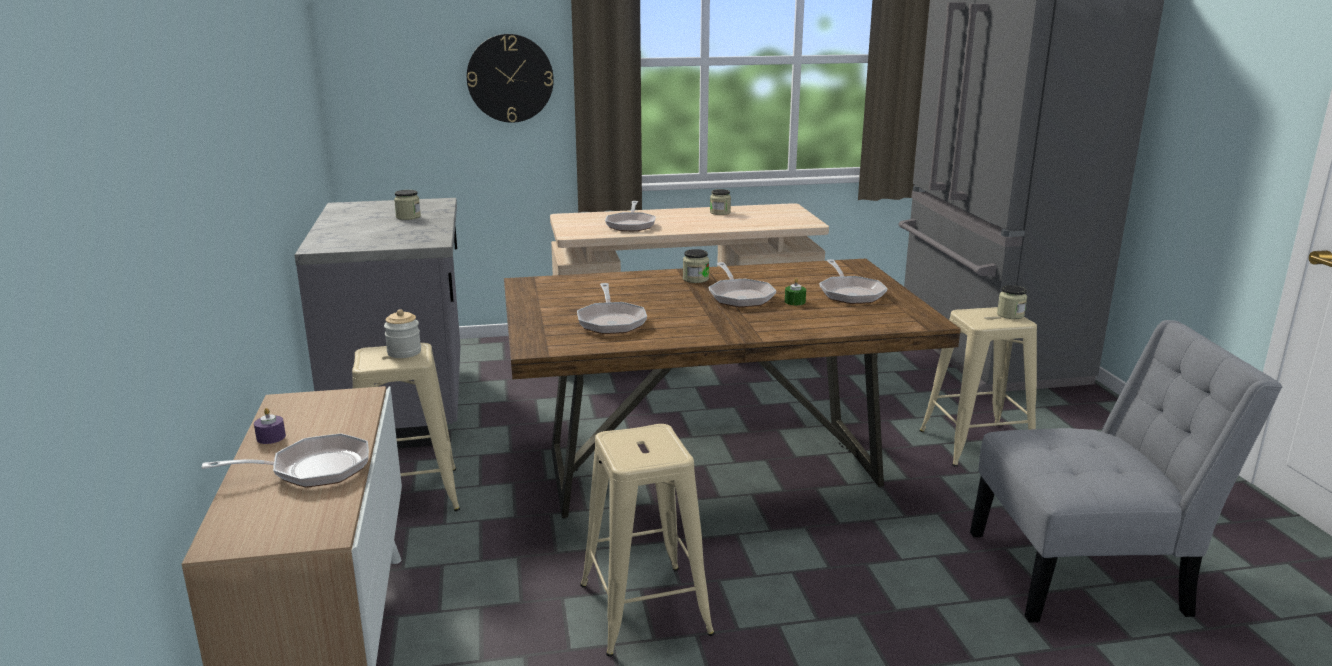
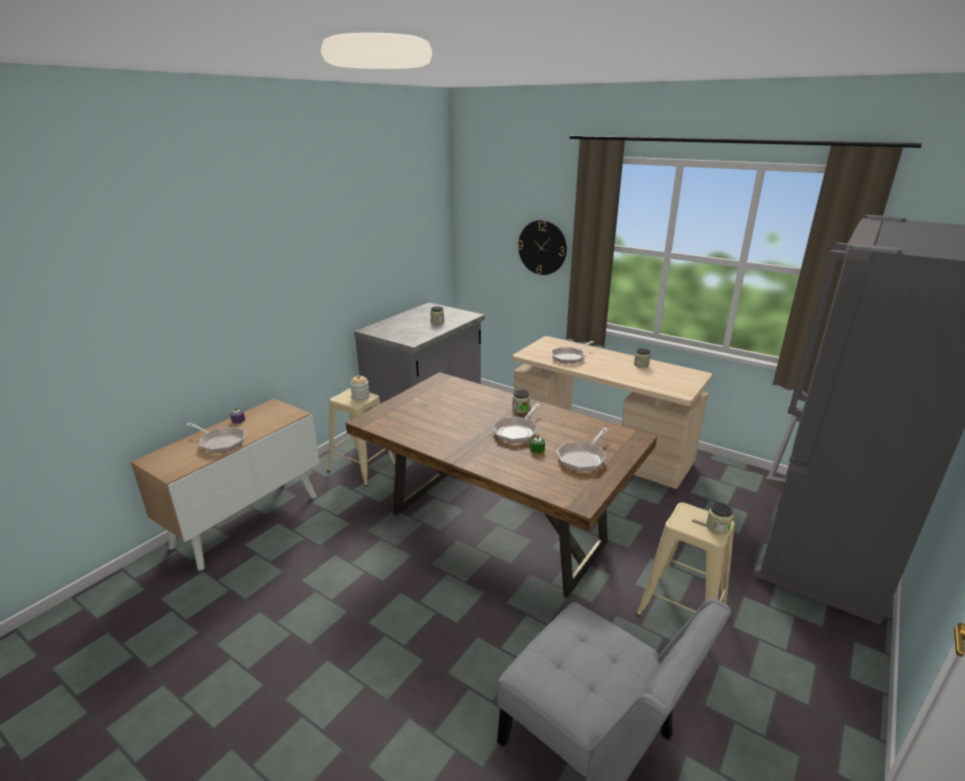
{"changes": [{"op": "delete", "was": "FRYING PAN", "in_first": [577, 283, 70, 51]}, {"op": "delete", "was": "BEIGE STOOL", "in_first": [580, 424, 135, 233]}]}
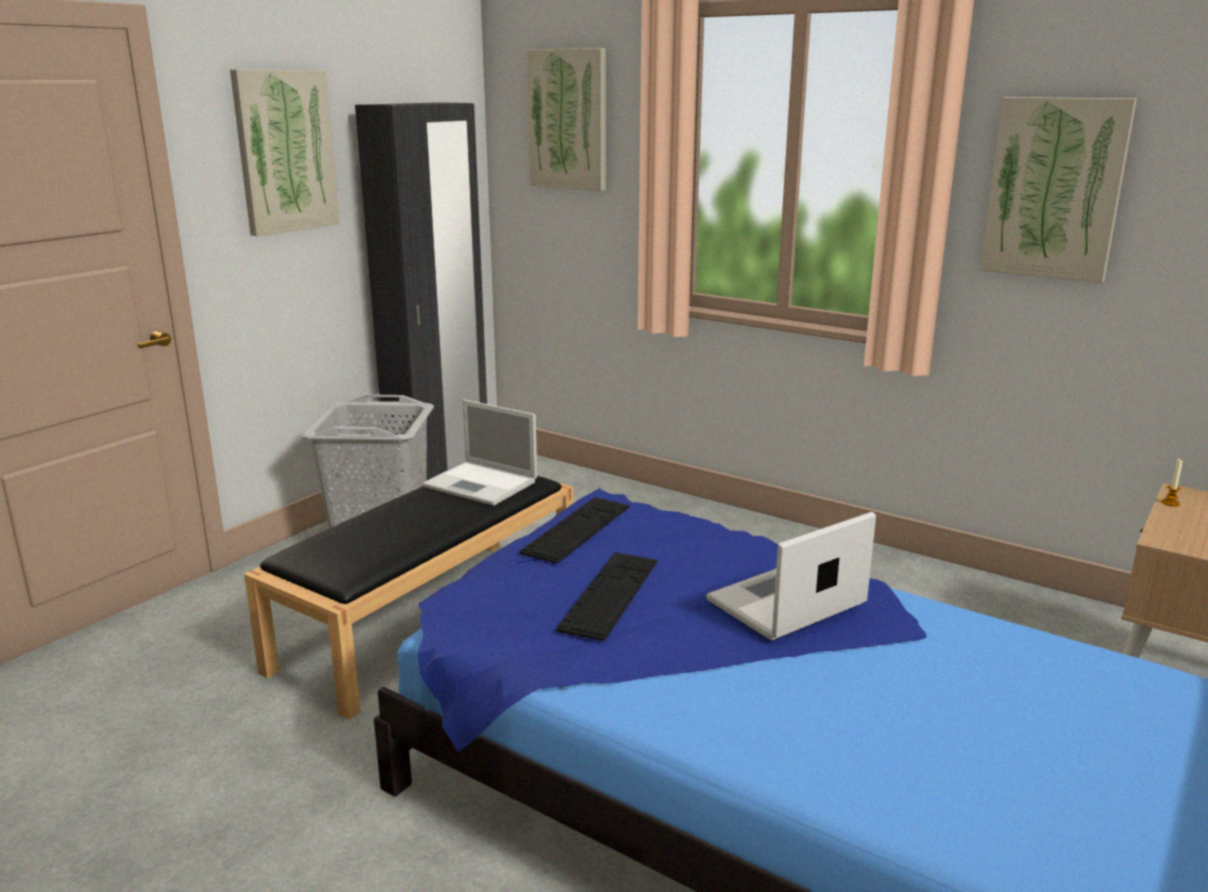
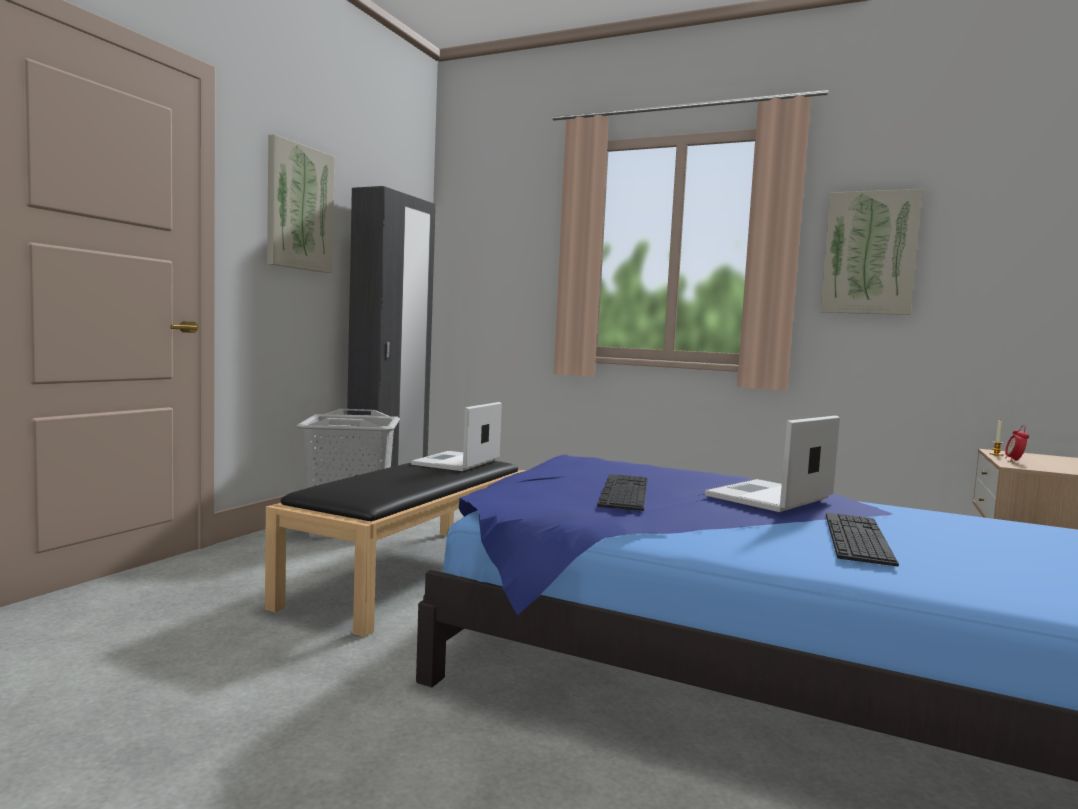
{"changes": [{"op": "delete", "was": "PICTURE", "in_first": [526, 48, 80, 143]}, {"op": "rotate", "was": "LAPTOP", "in_first": [422, 399, 115, 107], "in_second": [411, 402, 91, 69], "clockwise": 90}, {"op": "move", "was": "KEYBOARD", "in_first": [520, 497, 110, 66], "in_second": [826, 513, 73, 53]}, {"op": "insert", "now": "ALARM CLOCK", "in_second": [1005, 425, 24, 36]}]}
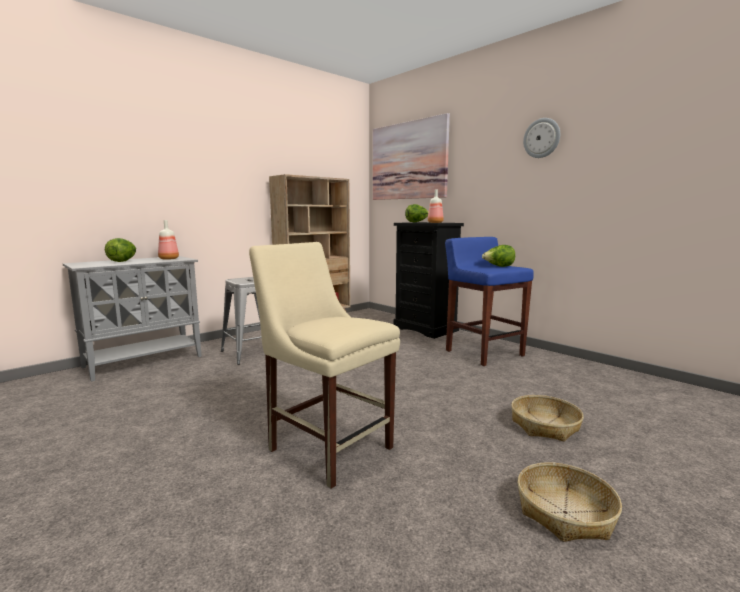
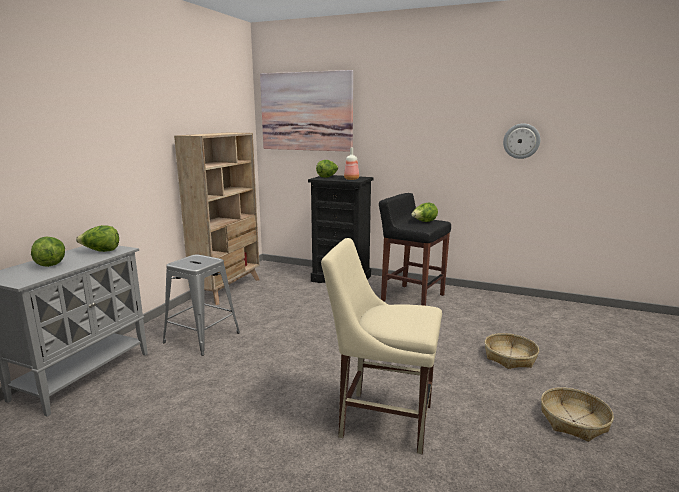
{"changes": [{"op": "move", "was": "WALL CLOCK", "in_first": [523, 118, 37, 40], "in_second": [503, 123, 37, 36]}, {"op": "replace", "was": "BOTTLE", "now": "LETTUCE", "in_first": [158, 220, 21, 40], "in_second": [76, 225, 43, 27]}, {"op": "recolor", "was": "BLUE STOOL", "now": "BLACK STOOL", "in_first": [445, 237, 89, 129], "in_second": [379, 193, 72, 113]}]}
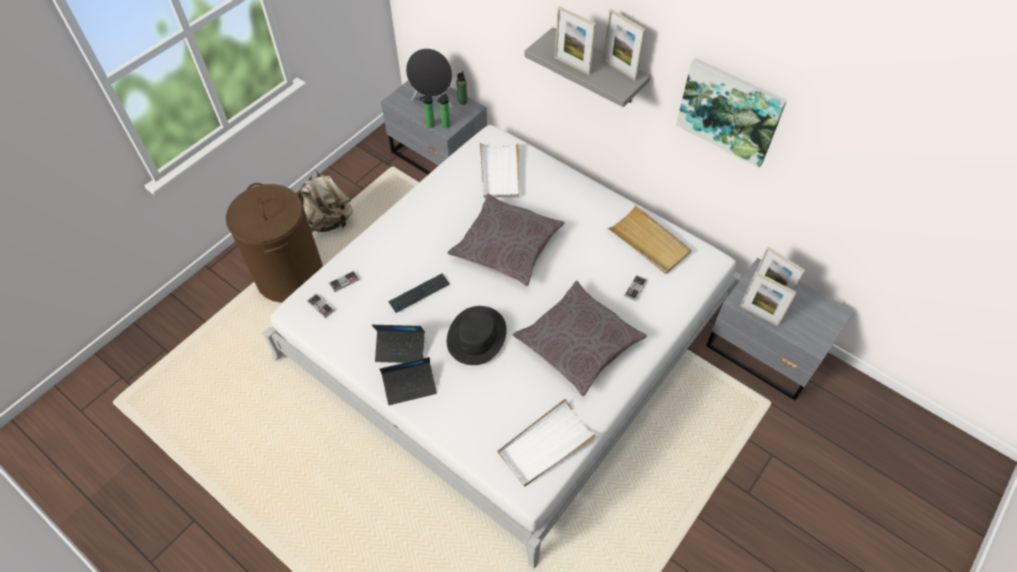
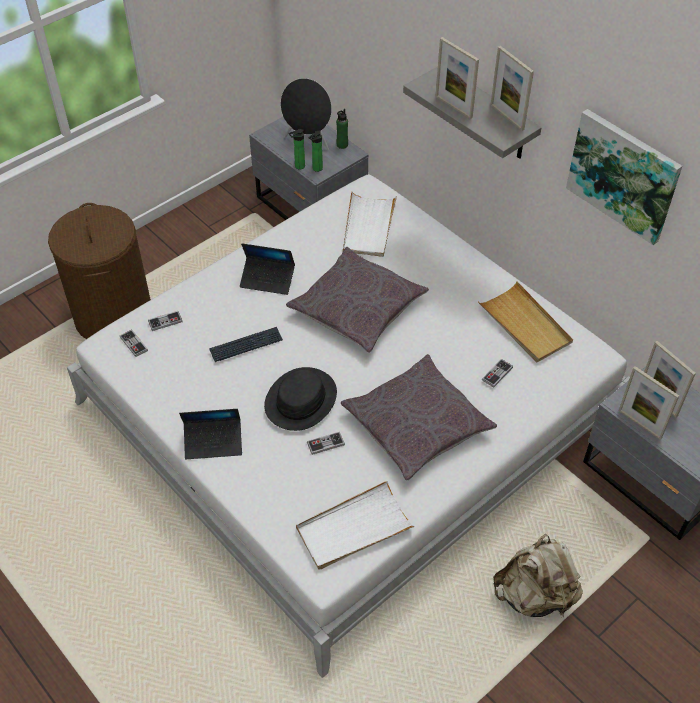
{"changes": [{"op": "move", "was": "BEIGE BACKPACK", "in_first": [299, 169, 54, 63], "in_second": [493, 534, 90, 84]}, {"op": "move", "was": "LAPTOP", "in_first": [372, 325, 53, 38], "in_second": [240, 243, 55, 52]}, {"op": "insert", "now": "GAME CONTROLLER", "in_second": [307, 432, 38, 23]}]}
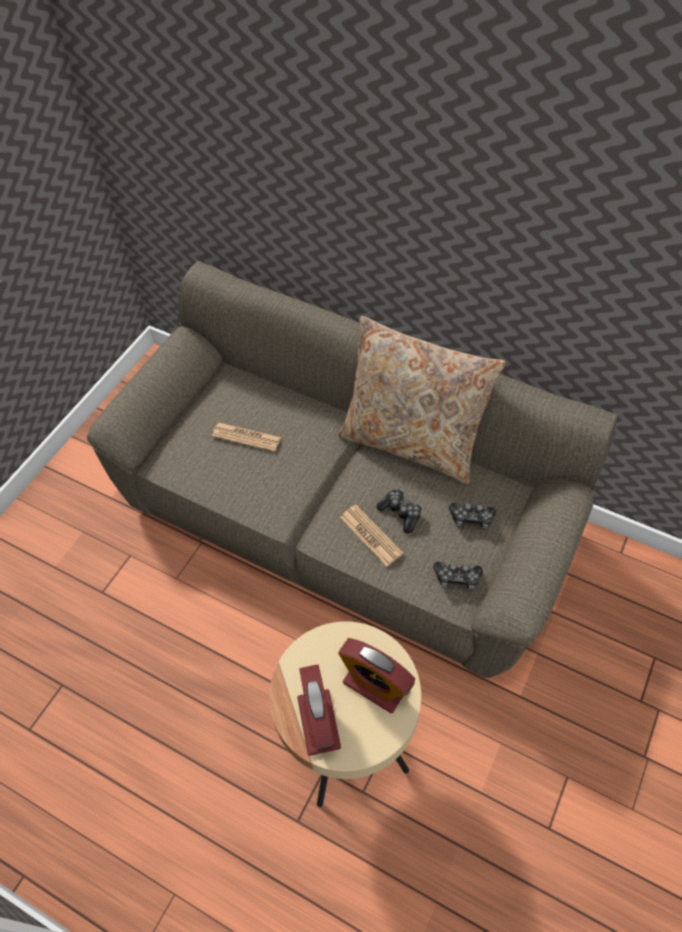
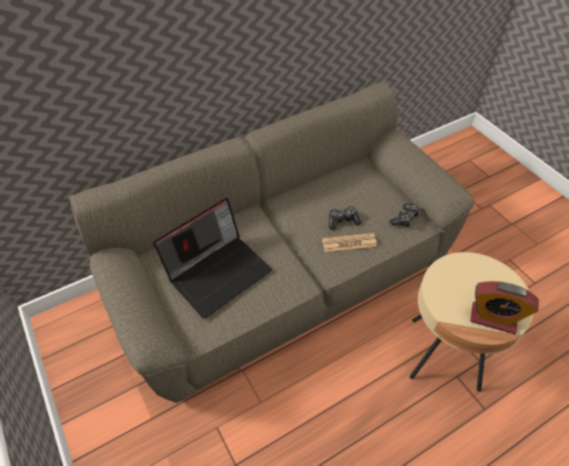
{"changes": [{"op": "delete", "was": "BEIGE PILLOW", "in_first": [338, 316, 168, 168]}, {"op": "replace", "was": "NEWSPAPER", "now": "LAPTOP", "in_first": [212, 423, 69, 29], "in_second": [153, 198, 119, 121]}, {"op": "delete", "was": "GAME CONTROLLER", "in_first": [449, 503, 47, 27]}, {"op": "delete", "was": "ALARM CLOCK", "in_first": [338, 638, 77, 75]}]}
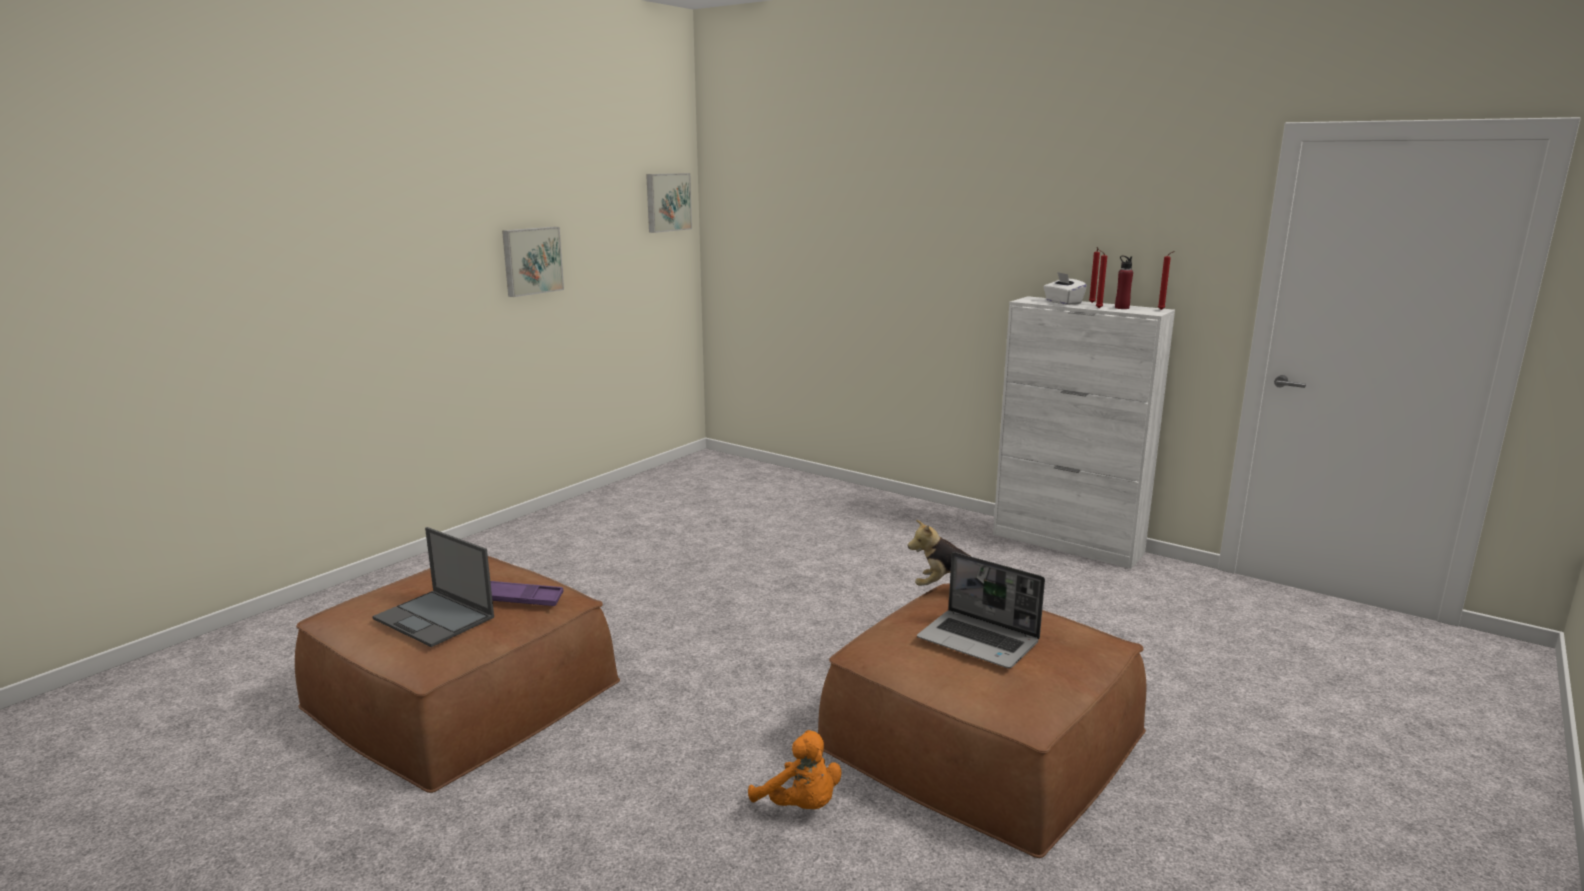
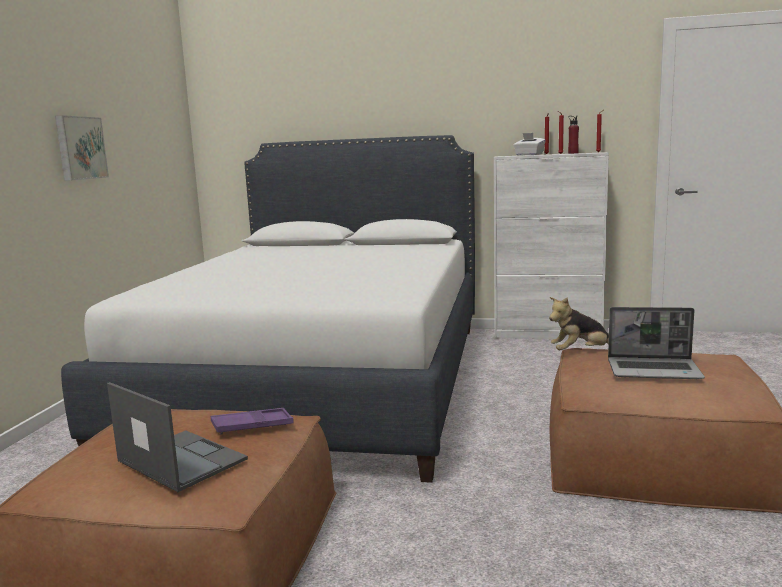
{"changes": [{"op": "delete", "was": "PICTURE", "in_first": [646, 173, 46, 60]}, {"op": "rotate", "was": "LAPTOP", "in_first": [372, 527, 122, 120], "in_second": [107, 382, 141, 110], "clockwise": -150}, {"op": "delete", "was": "ORANGE PLUSH TOY", "in_first": [748, 730, 93, 79]}, {"op": "insert", "now": "WHITE BED", "in_second": [61, 135, 414, 348]}]}
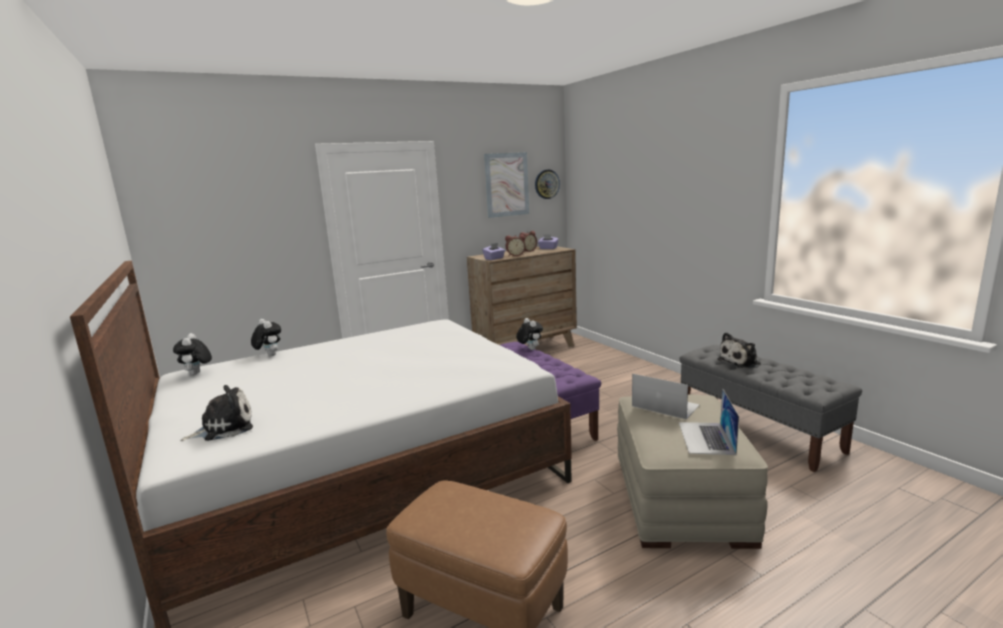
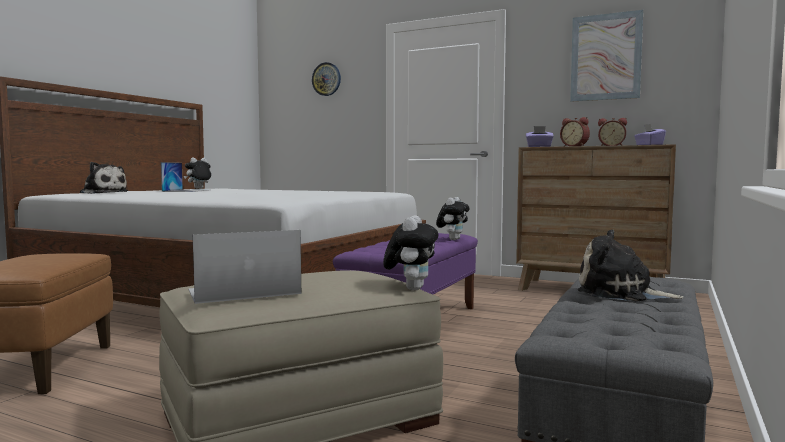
{"changes": [{"op": "move", "was": "WALL CLOCK", "in_first": [535, 170, 25, 29], "in_second": [312, 62, 29, 34]}, {"op": "move", "was": "PLUSH TOY", "in_first": [251, 319, 30, 37], "in_second": [383, 215, 55, 76]}, {"op": "move", "was": "LAPTOP", "in_first": [632, 374, 68, 46], "in_second": [161, 162, 47, 30]}]}
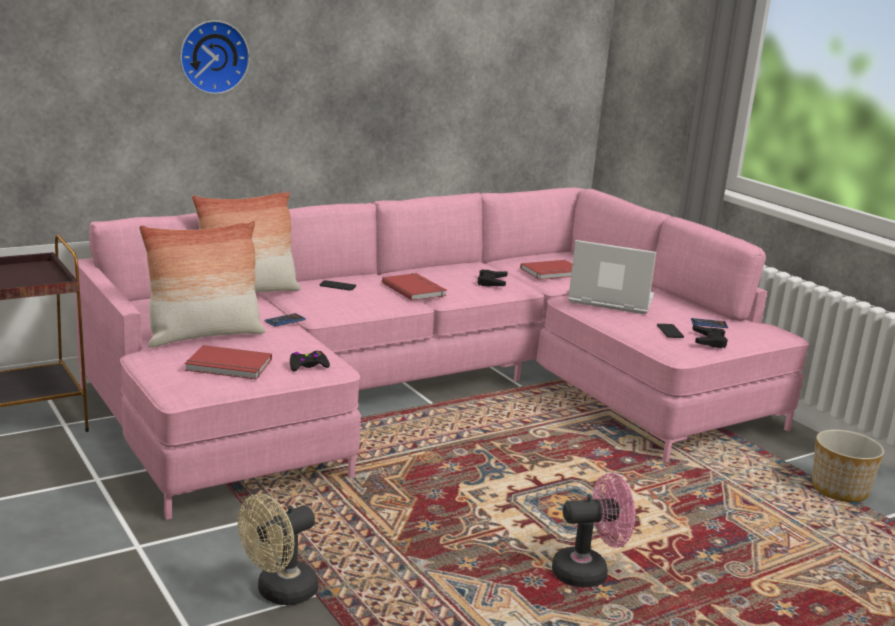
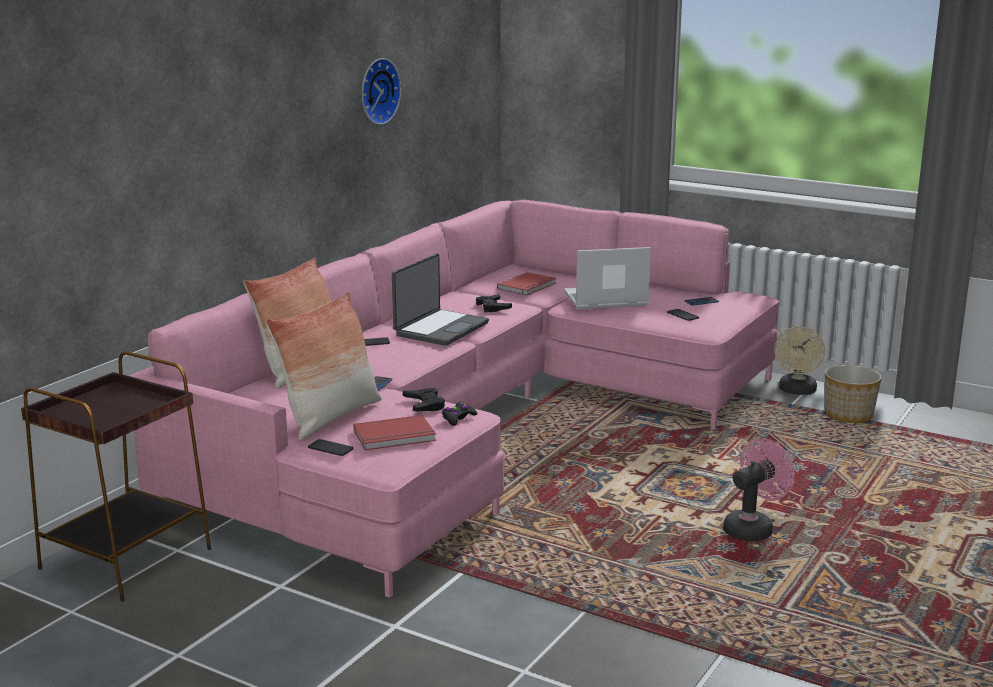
{"changes": [{"op": "move", "was": "WALL CLOCK", "in_first": [180, 20, 70, 74], "in_second": [362, 58, 39, 67]}, {"op": "replace", "was": "RED BOOK", "now": "LAPTOP", "in_first": [382, 273, 65, 28], "in_second": [392, 254, 97, 92]}, {"op": "move", "was": "BLACK GAME CONTROLLER", "in_first": [693, 325, 35, 23], "in_second": [403, 388, 42, 23]}, {"op": "move", "was": "BEIGE FAN", "in_first": [238, 494, 80, 111], "in_second": [774, 326, 51, 69]}, {"op": "insert", "now": "PHONE", "in_second": [308, 439, 45, 17]}]}
